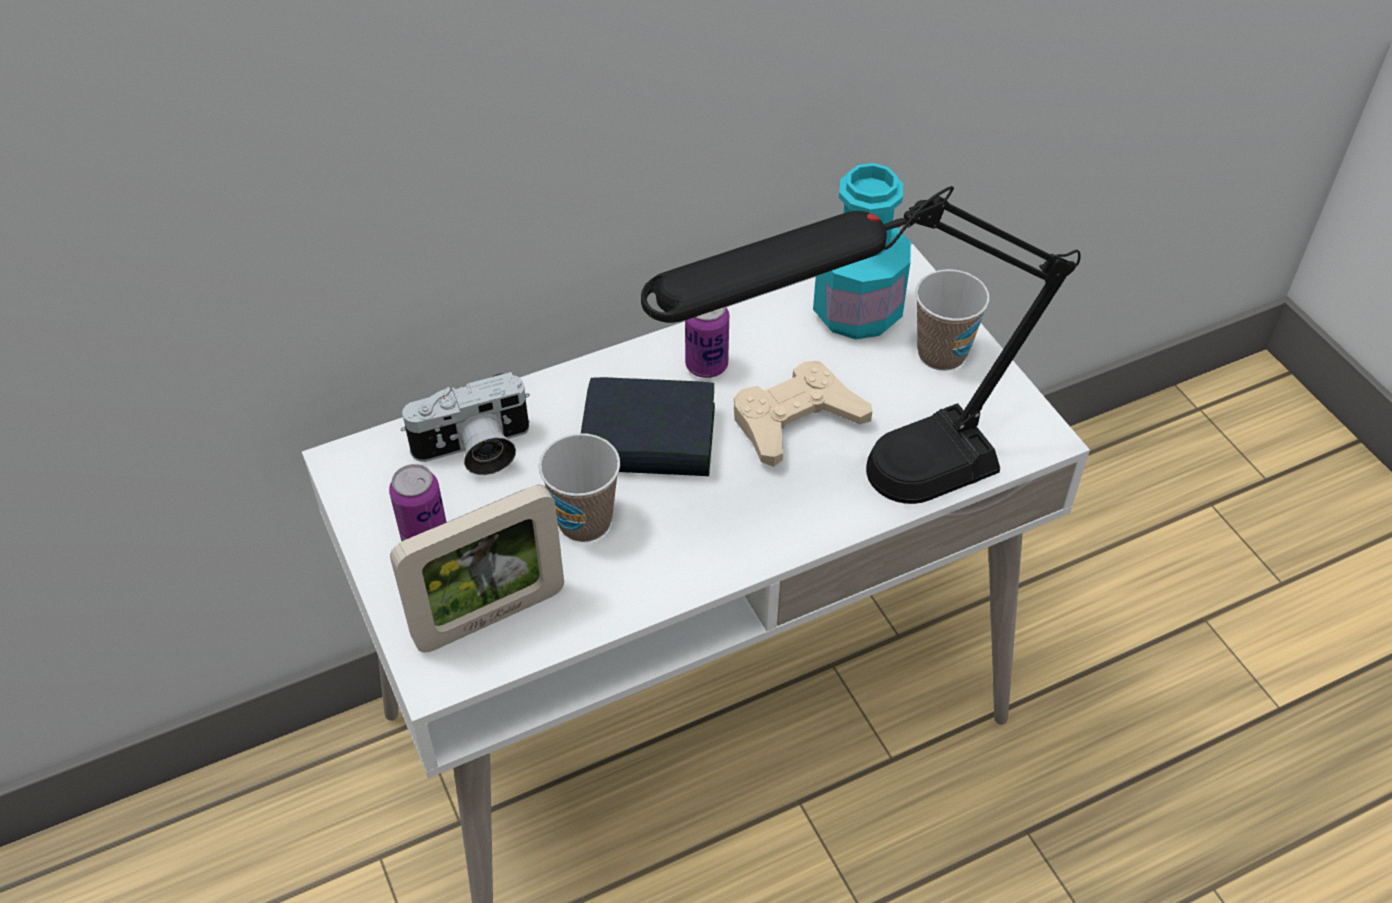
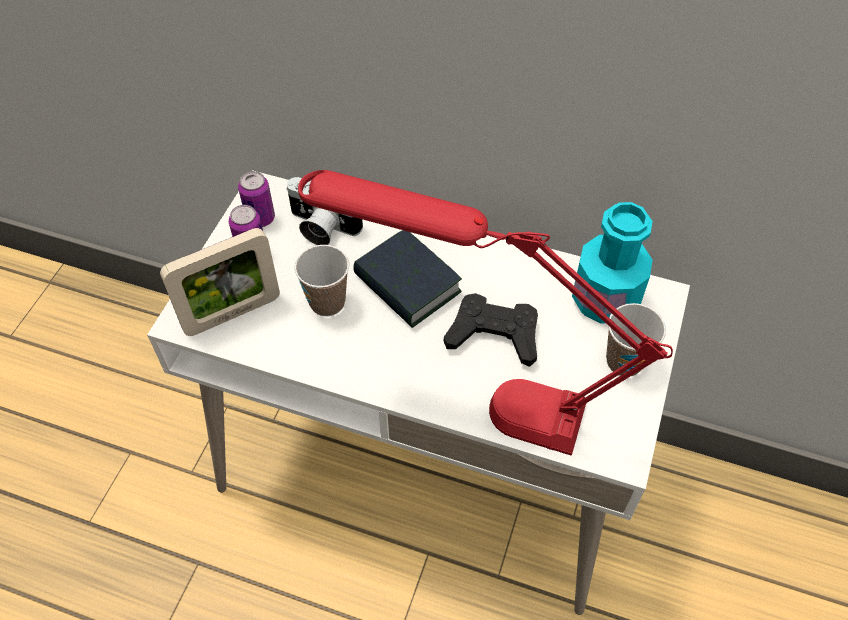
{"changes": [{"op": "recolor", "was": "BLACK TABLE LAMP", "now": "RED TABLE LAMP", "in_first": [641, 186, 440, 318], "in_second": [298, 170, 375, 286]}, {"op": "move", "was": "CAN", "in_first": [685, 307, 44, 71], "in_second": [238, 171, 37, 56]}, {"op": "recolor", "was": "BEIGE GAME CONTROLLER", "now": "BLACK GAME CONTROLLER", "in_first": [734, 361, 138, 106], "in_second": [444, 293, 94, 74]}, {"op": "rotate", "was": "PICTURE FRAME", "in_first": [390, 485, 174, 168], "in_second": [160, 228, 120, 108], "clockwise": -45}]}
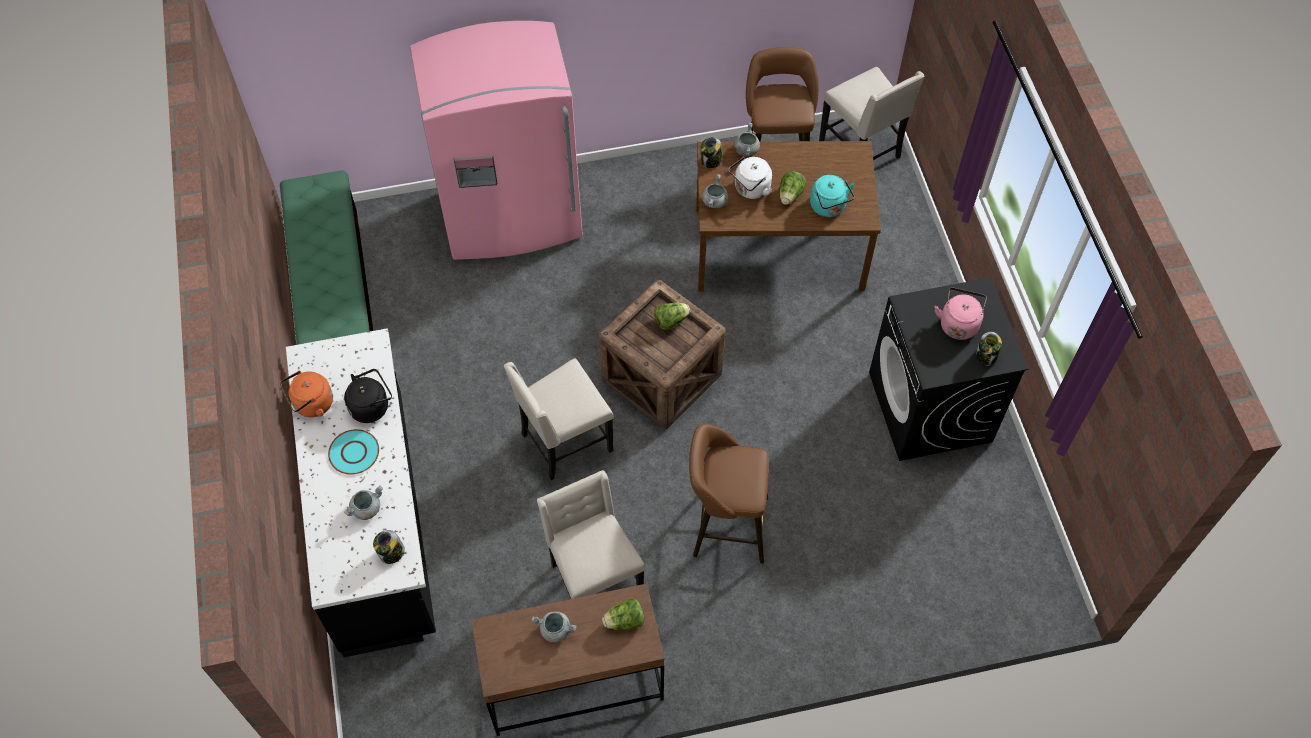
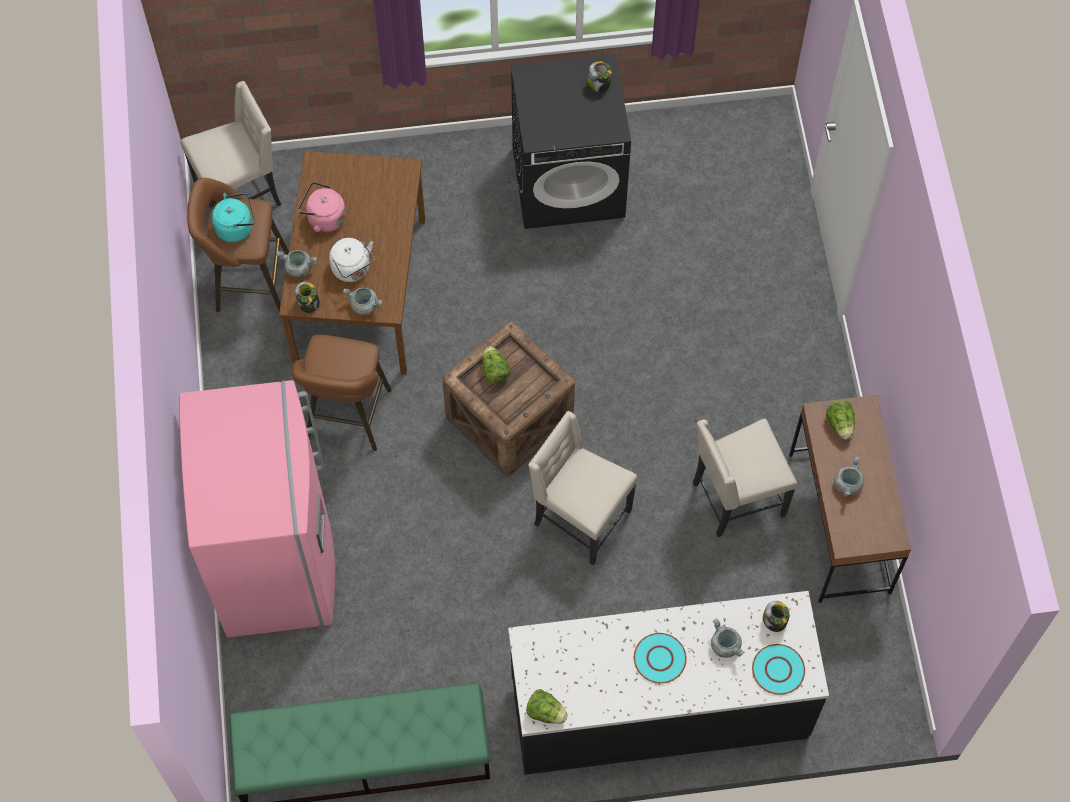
{"changes": [{"op": "move", "was": "LETTUCE", "in_first": [779, 171, 28, 34], "in_second": [526, 689, 42, 35]}, {"op": "move", "was": "TURQUOISE KETTLE", "in_first": [810, 175, 45, 42], "in_second": [212, 193, 43, 49]}, {"op": "move", "was": "PINK KETTLE", "in_first": [935, 288, 52, 52], "in_second": [298, 182, 48, 50]}, {"op": "rotate", "was": "BEIGE CHAIR", "in_first": [504, 358, 110, 123], "in_second": [528, 411, 110, 154], "clockwise": 150}, {"op": "delete", "was": "BLACK KETTLE", "in_first": [344, 369, 48, 54]}, {"op": "delete", "was": "ORANGE KETTLE", "in_first": [280, 371, 53, 46]}, {"op": "move", "was": "BROWN STOOL", "in_first": [689, 424, 80, 140], "in_second": [292, 335, 100, 116]}, {"op": "insert", "now": "TURQUOISE PLATE", "in_second": [752, 644, 53, 51]}]}
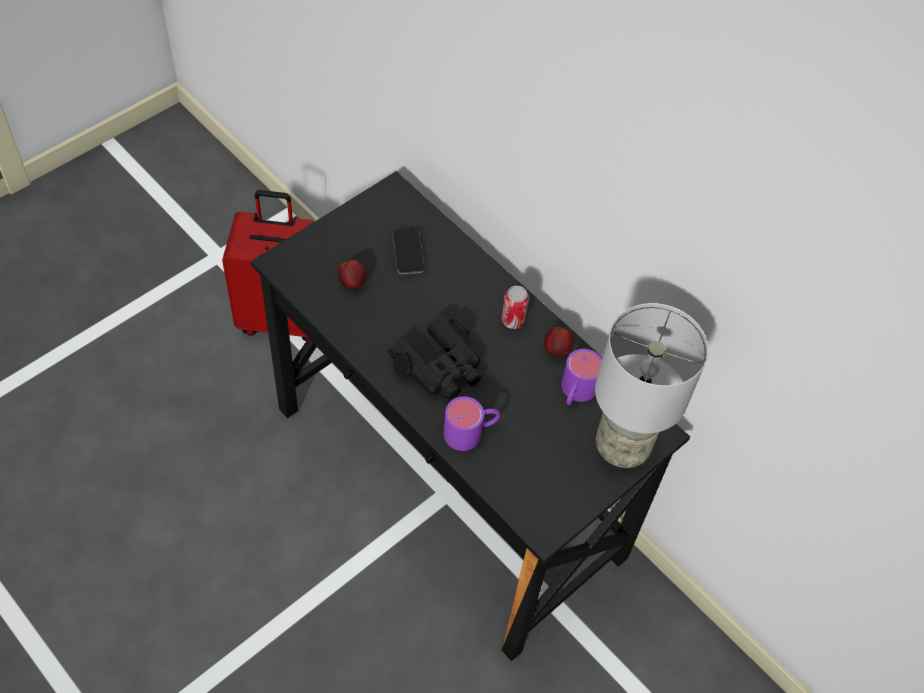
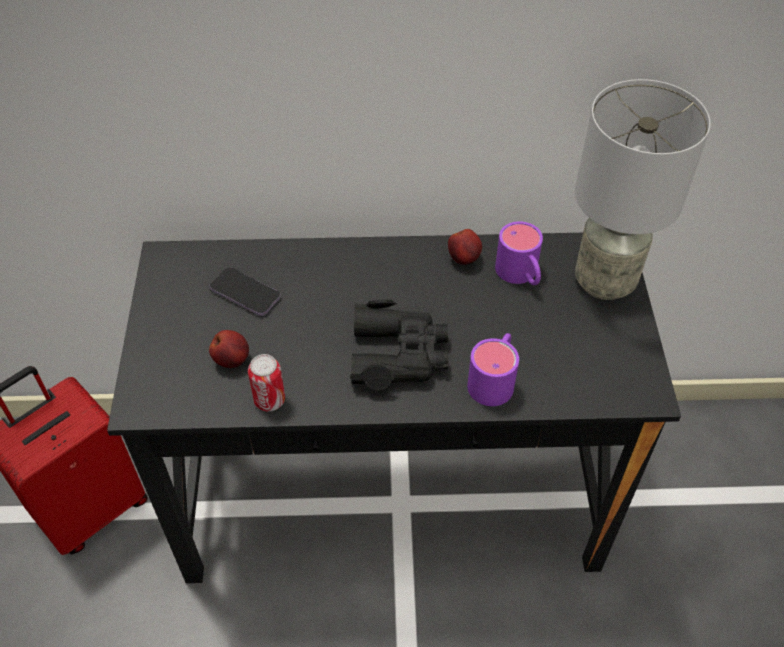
{"changes": [{"op": "move", "was": "CAN", "in_first": [501, 286, 28, 43], "in_second": [248, 354, 37, 57]}]}
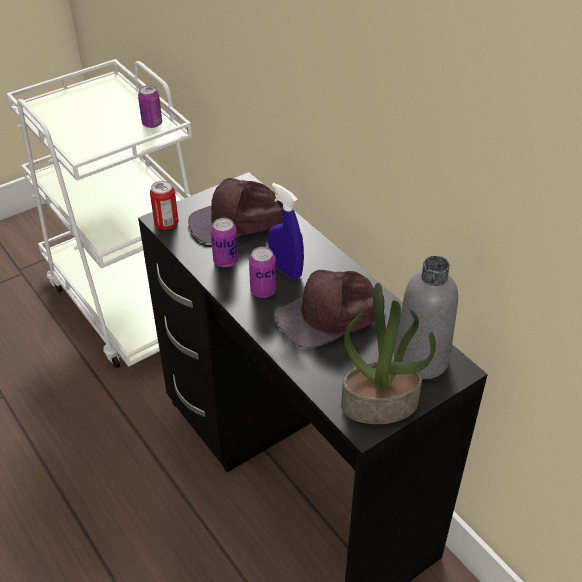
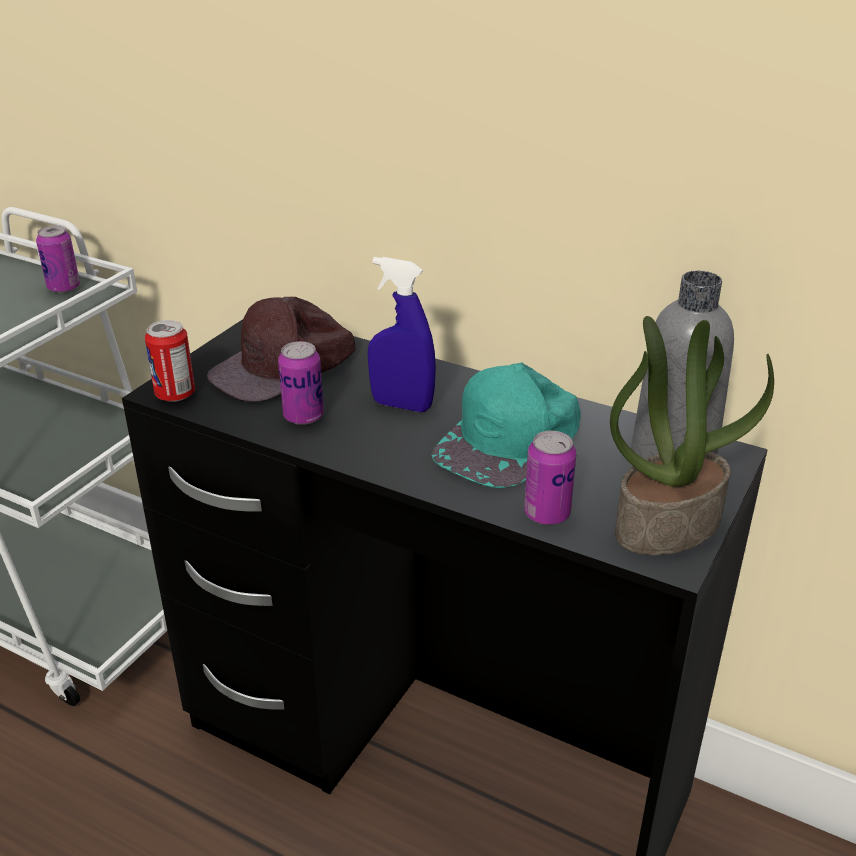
{"changes": [{"op": "move", "was": "CAN", "in_first": [249, 247, 27, 51], "in_second": [524, 431, 52, 94]}, {"op": "recolor", "was": "BROWN CAP", "now": "TURQUOISE CAP", "in_first": [276, 270, 108, 78], "in_second": [431, 362, 150, 126]}]}
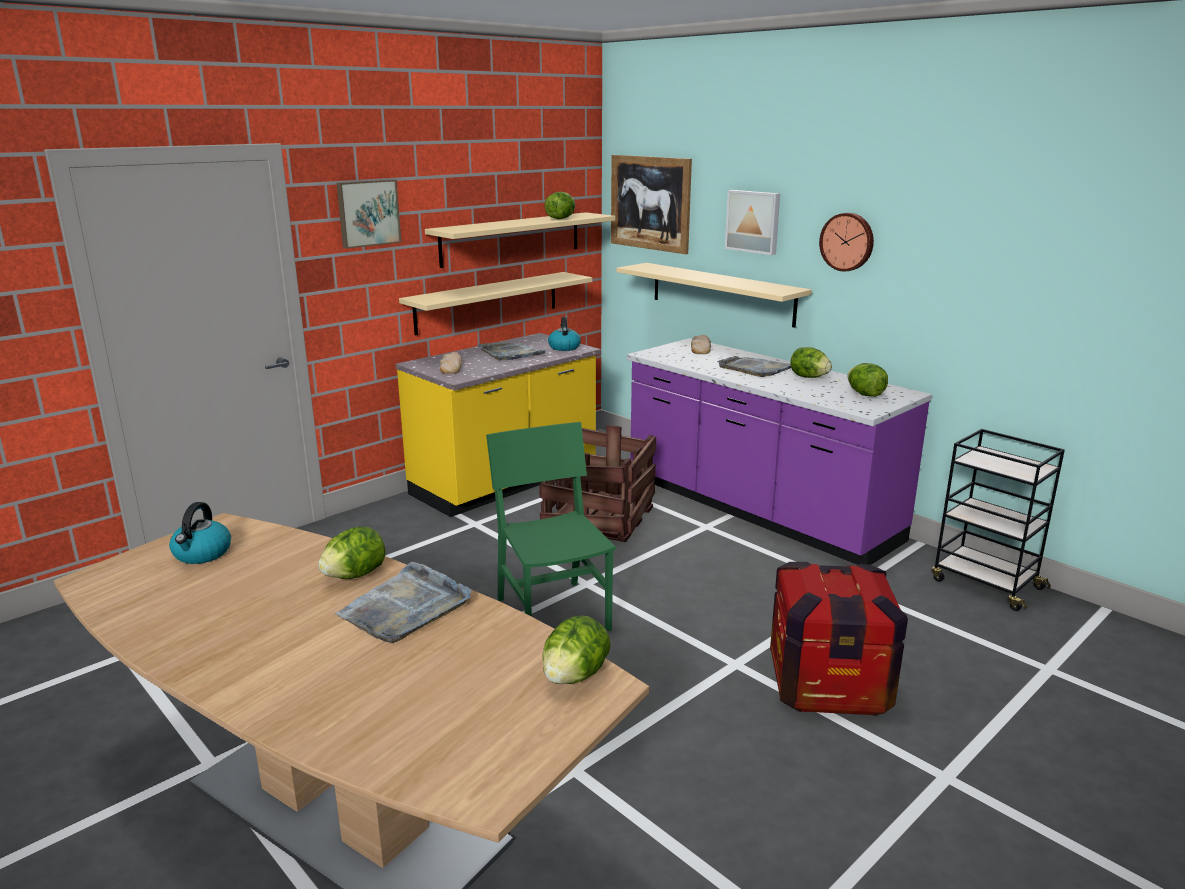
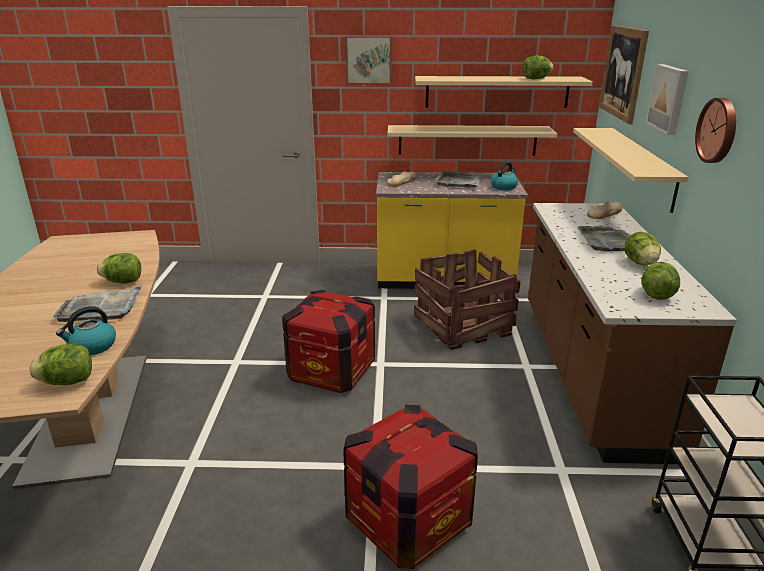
{"changes": [{"op": "recolor", "was": "PURPLE COUNTER", "now": "BROWN COUNTER", "in_first": [627, 338, 305, 227], "in_second": [528, 203, 209, 261]}, {"op": "replace", "was": "GREEN CHAIR", "now": "CRATE", "in_first": [486, 422, 130, 209], "in_second": [282, 290, 93, 103]}, {"op": "move", "was": "KETTLE", "in_first": [169, 502, 62, 62], "in_second": [56, 306, 60, 49]}]}
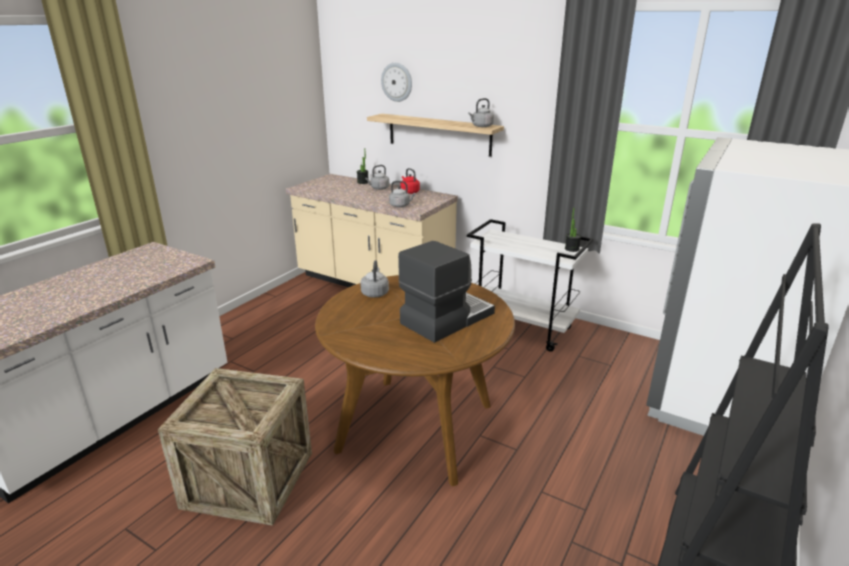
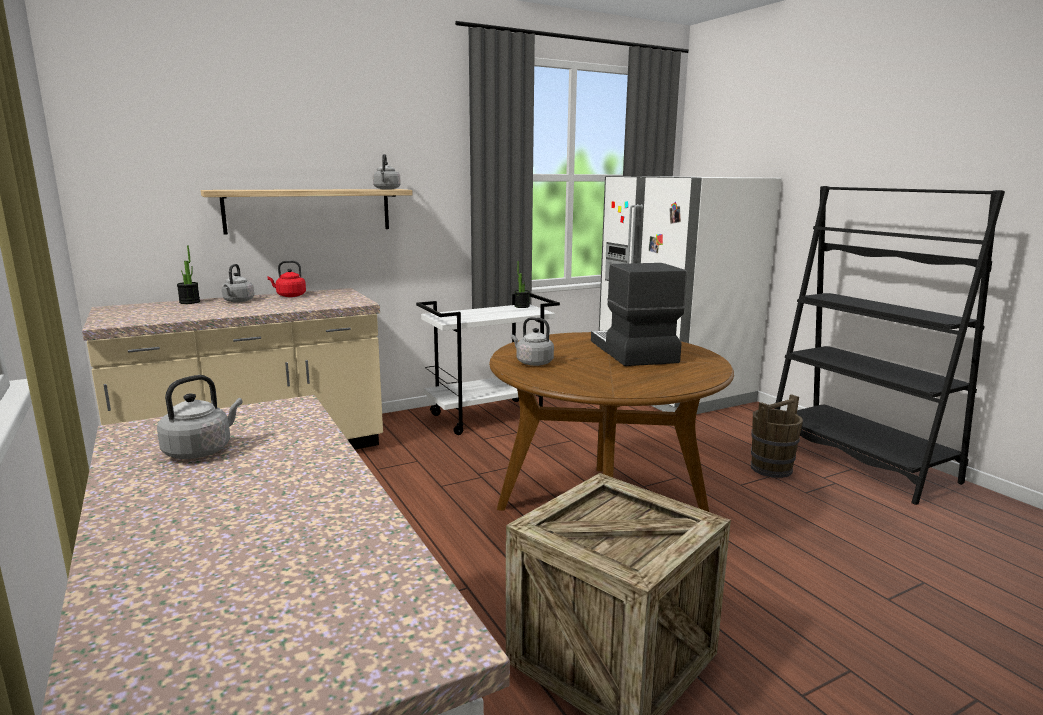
{"changes": [{"op": "delete", "was": "WALL CLOCK", "in_first": [381, 63, 31, 39]}, {"op": "move", "was": "GREY KETTLE", "in_first": [389, 181, 27, 26], "in_second": [157, 375, 86, 84]}, {"op": "insert", "now": "BROWN BUCKET", "in_second": [751, 394, 52, 84]}]}
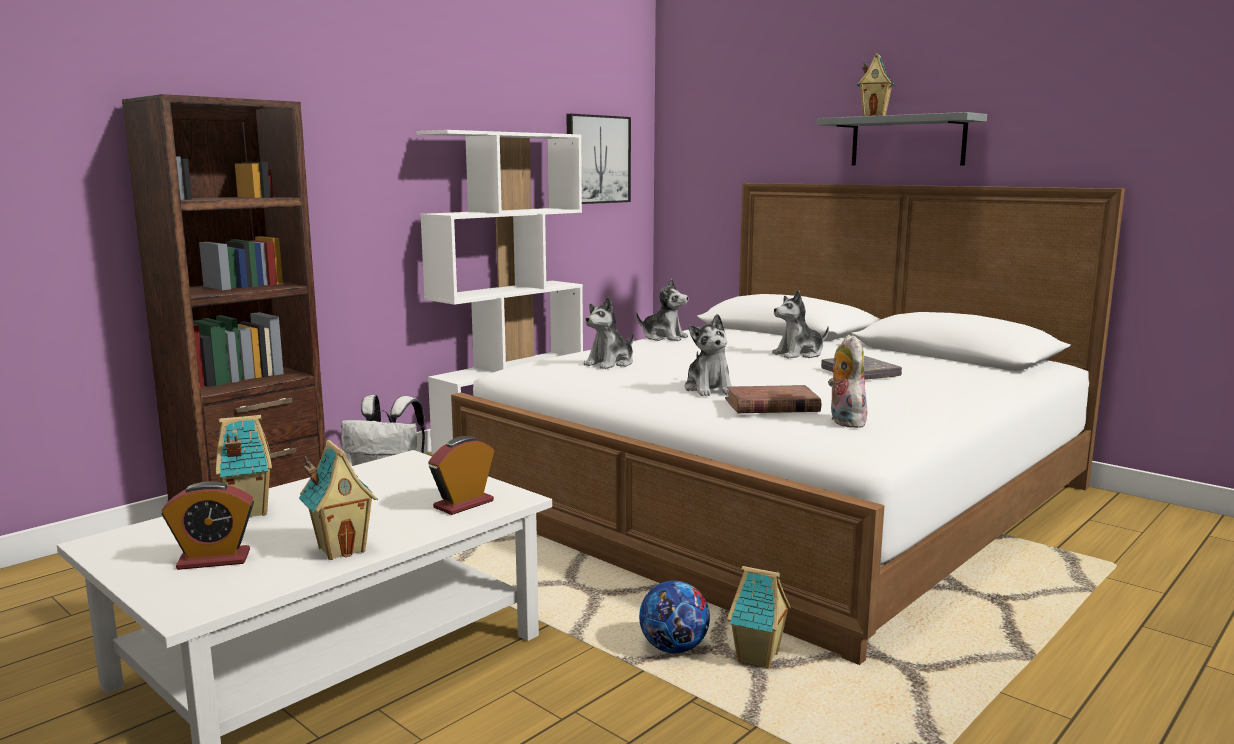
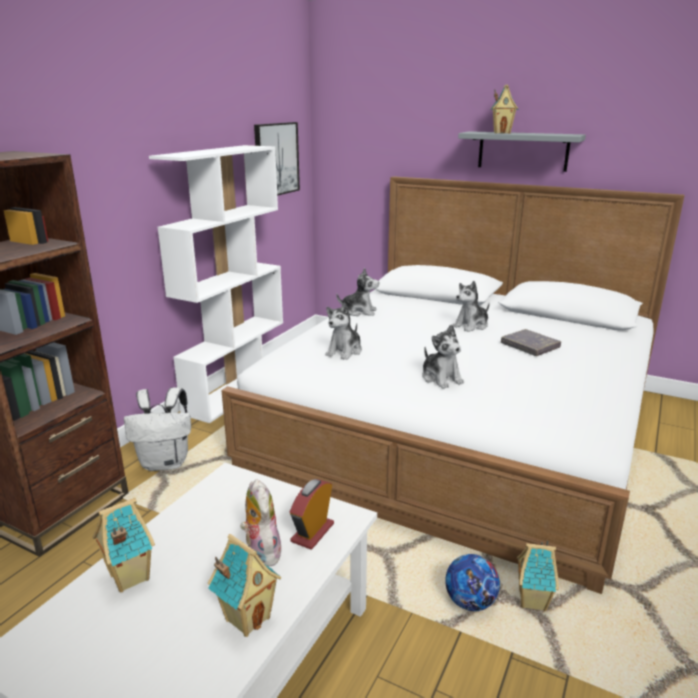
{"changes": [{"op": "move", "was": "PLUSH TOY", "in_first": [828, 335, 40, 93], "in_second": [240, 479, 41, 87]}, {"op": "delete", "was": "BROWN BOOK", "in_first": [725, 385, 96, 28]}, {"op": "delete", "was": "ALARM CLOCK", "in_first": [162, 481, 92, 89]}]}
